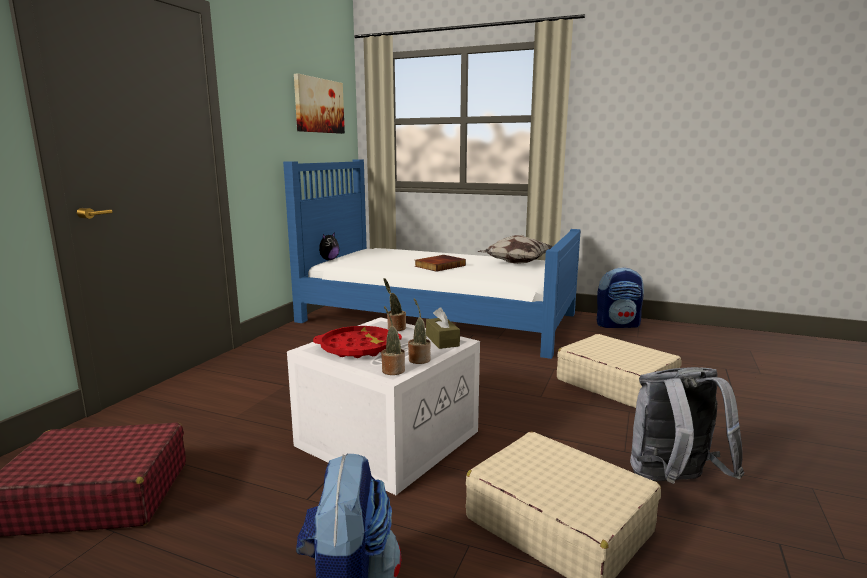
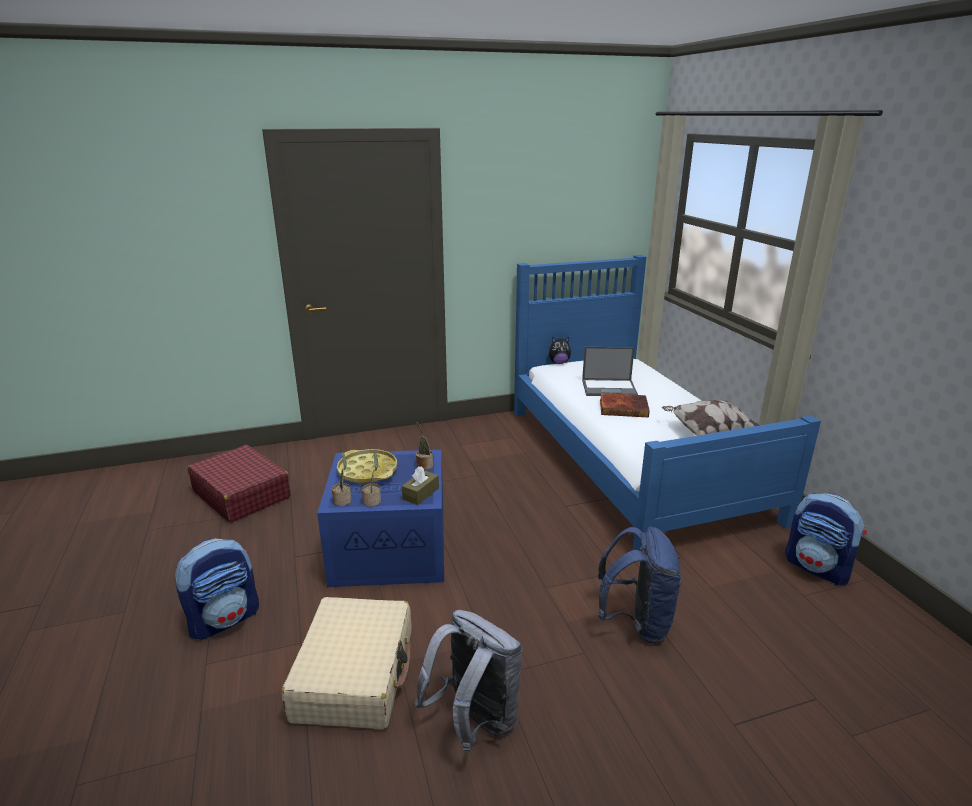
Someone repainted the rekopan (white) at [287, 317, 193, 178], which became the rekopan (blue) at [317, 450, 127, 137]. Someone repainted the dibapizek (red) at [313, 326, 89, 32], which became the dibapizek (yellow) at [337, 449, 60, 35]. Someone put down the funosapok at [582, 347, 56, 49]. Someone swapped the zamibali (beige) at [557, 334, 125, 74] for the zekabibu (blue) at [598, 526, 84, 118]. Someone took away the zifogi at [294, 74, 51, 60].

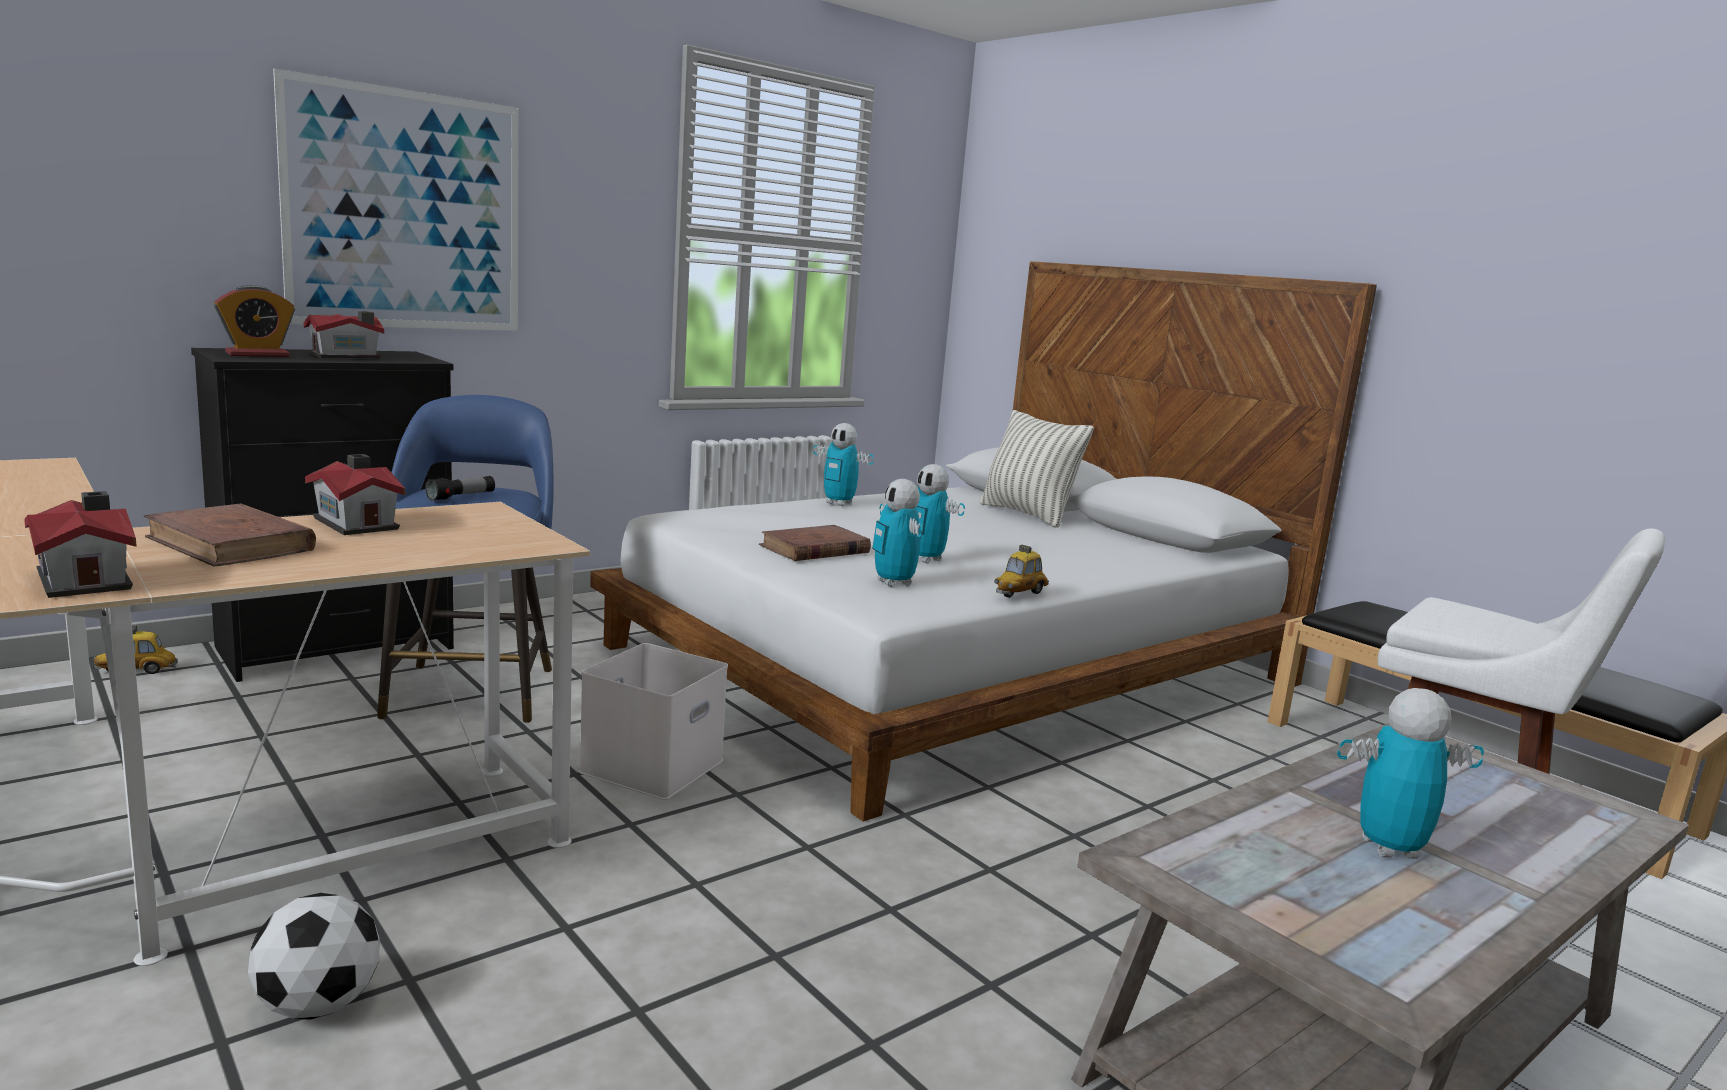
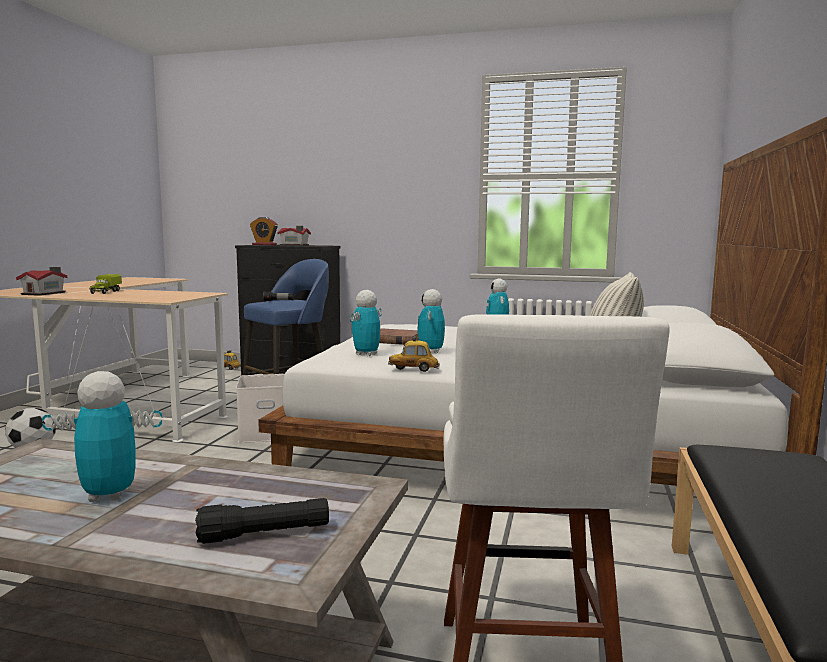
Someone rotated the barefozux at [1337, 688, 147, 171] by 60 degrees counterclockwise. Someone swapped the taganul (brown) at [143, 503, 173, 63] for the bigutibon at [89, 274, 33, 20]. Someone put down the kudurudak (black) at [195, 498, 134, 46]. Someone took away the zifogi at [273, 68, 246, 263]. Someone took away the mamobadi at [305, 454, 100, 81].

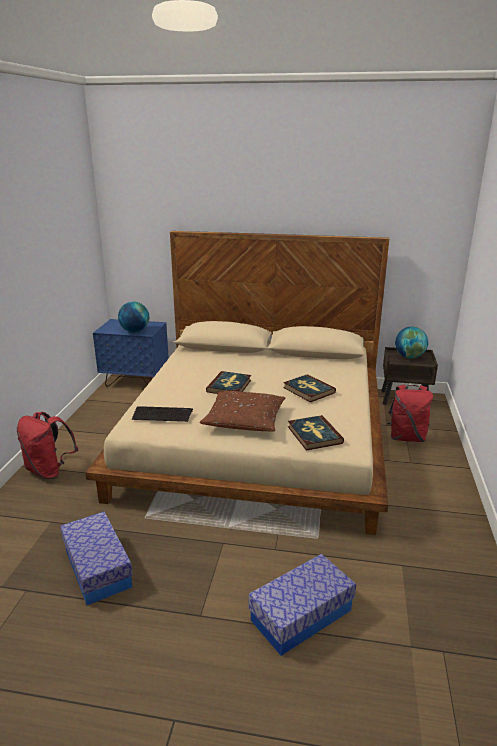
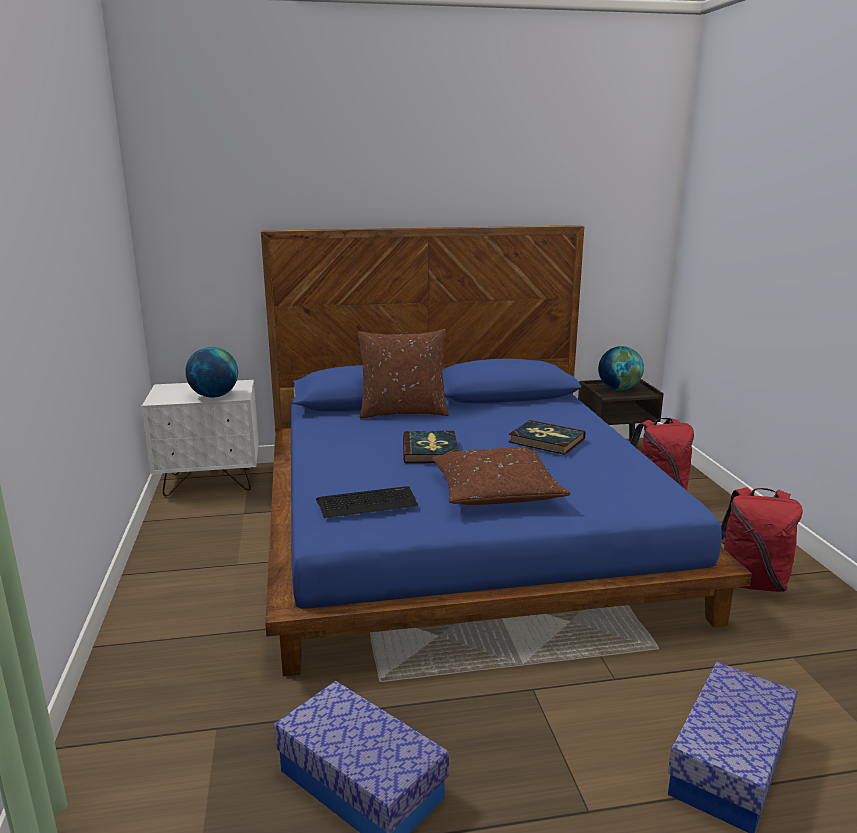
Someone repainted the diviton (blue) at [93, 319, 76, 67], which became the diviton (white) at [142, 380, 117, 116]. Someone repainted the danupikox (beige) at [85, 231, 304, 304], which became the danupikox (blue) at [261, 225, 491, 451]. Someone put down the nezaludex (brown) at [357, 329, 92, 90]. Someone carried the zekabibu (red) from [17, 412, 61, 67] to [721, 487, 82, 105]. Someone took away the taganul at [288, 415, 56, 35].

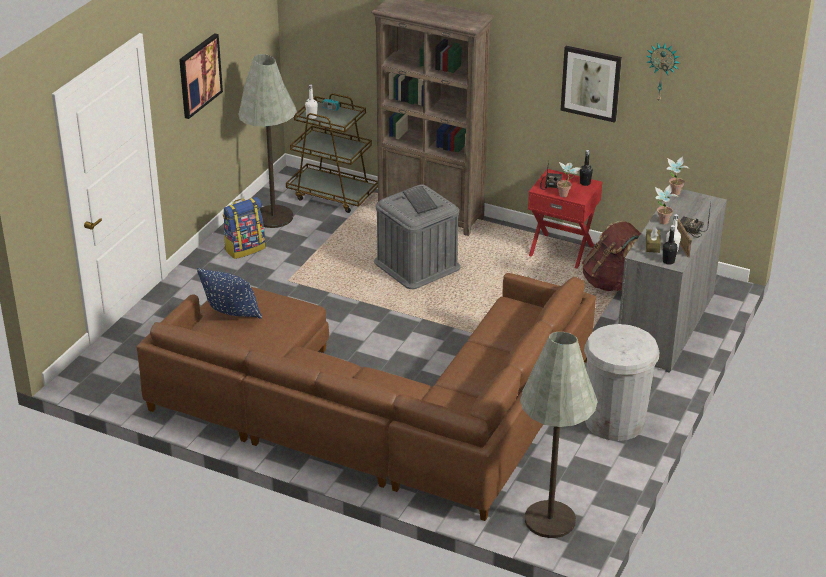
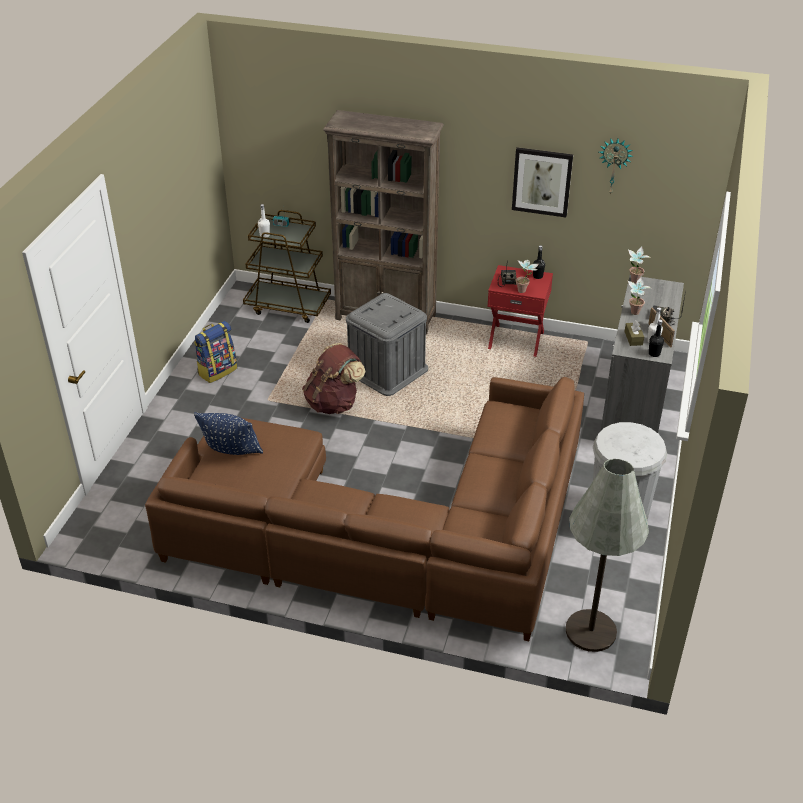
Someone carried the zekabibu (brown) from [582, 221, 59, 70] to [302, 343, 64, 71]. Someone took away the zifogi at [179, 33, 44, 86]. Someone took away the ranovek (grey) at [238, 54, 59, 174]. Someone took away the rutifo at [403, 186, 35, 28].

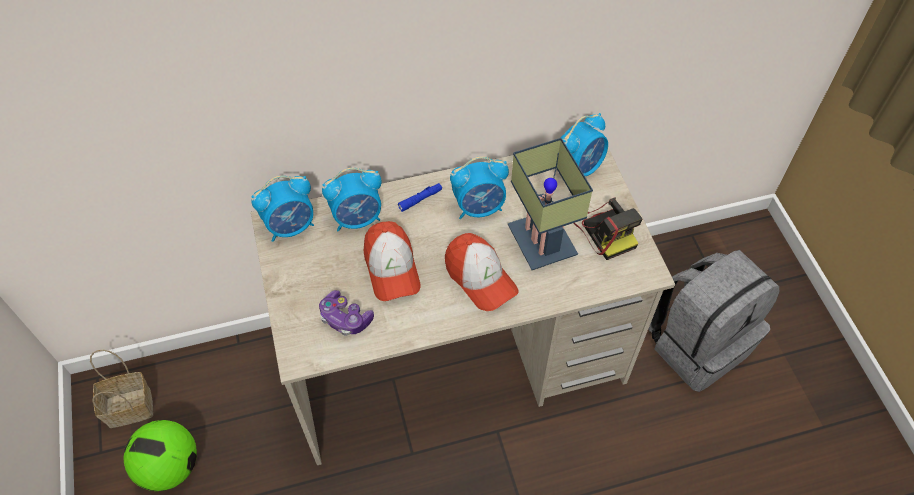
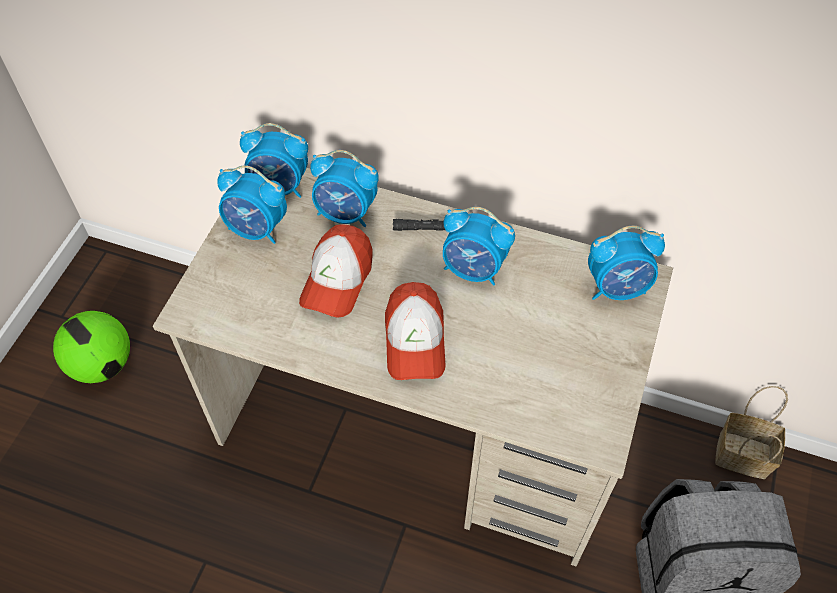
Someone put down the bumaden at [217, 165, 70, 79]. Someone repainted the kudurudak (blue) at [398, 183, 44, 29], which became the kudurudak (black) at [393, 219, 52, 12]. Someone carried the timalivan from [90, 350, 63, 78] to [715, 386, 73, 93]. Someone took away the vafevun at [319, 290, 55, 46]. Someone took away the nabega at [508, 138, 85, 132]. Someone took away the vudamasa at [574, 197, 69, 63].

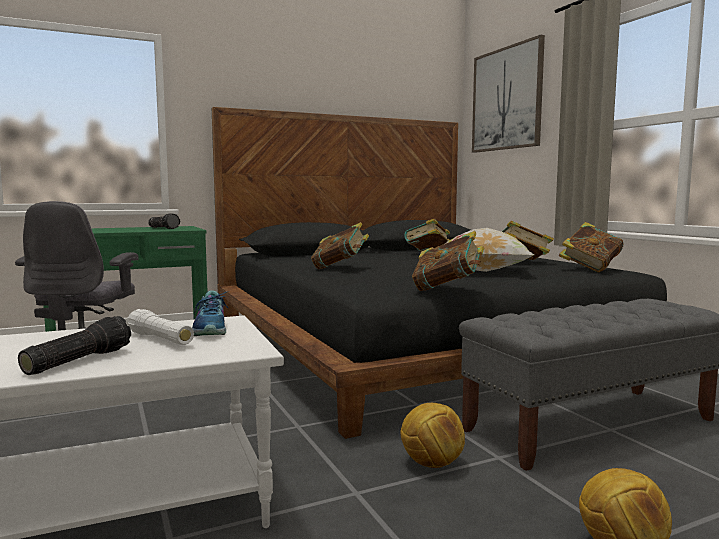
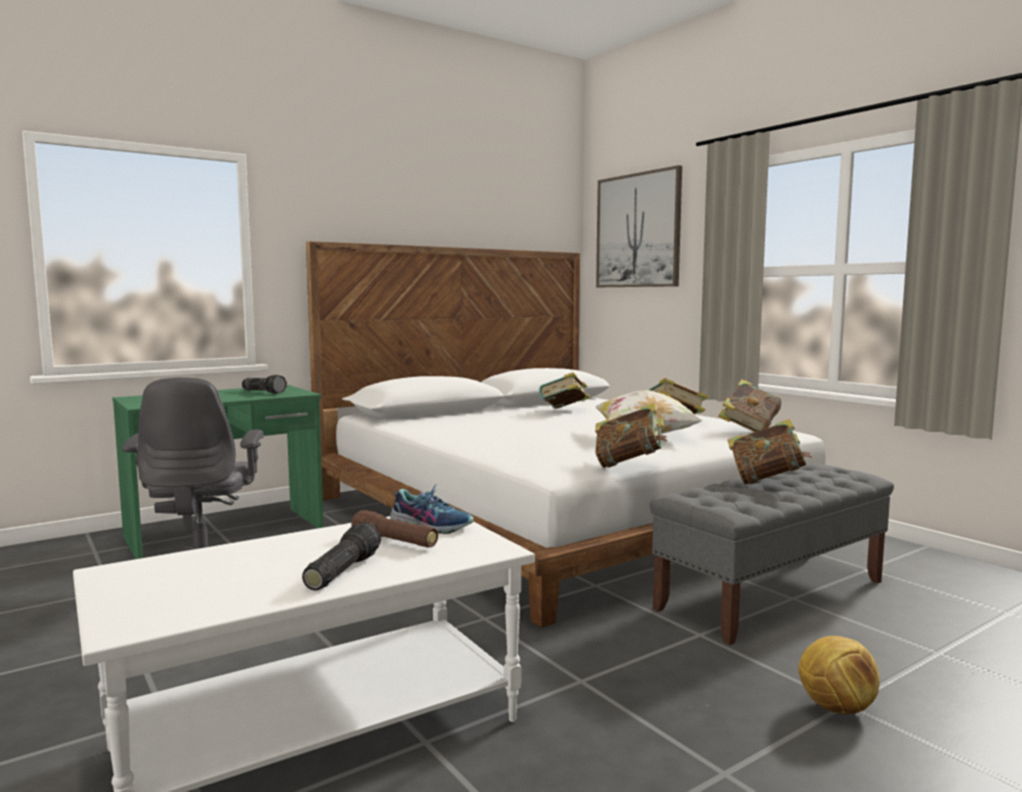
Someone repainted the danupikox (black) at [212, 107, 455, 332], which became the danupikox (white) at [306, 241, 520, 387]. Someone repainted the kudurudak (white) at [127, 309, 67, 36], which became the kudurudak (brown) at [351, 510, 87, 38]. Someone rotated the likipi at [192, 290, 37, 46] by 45 degrees counterclockwise. Someone carried the taganul from [311, 222, 58, 47] to [727, 419, 85, 66]. Someone took away the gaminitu at [401, 403, 64, 65].

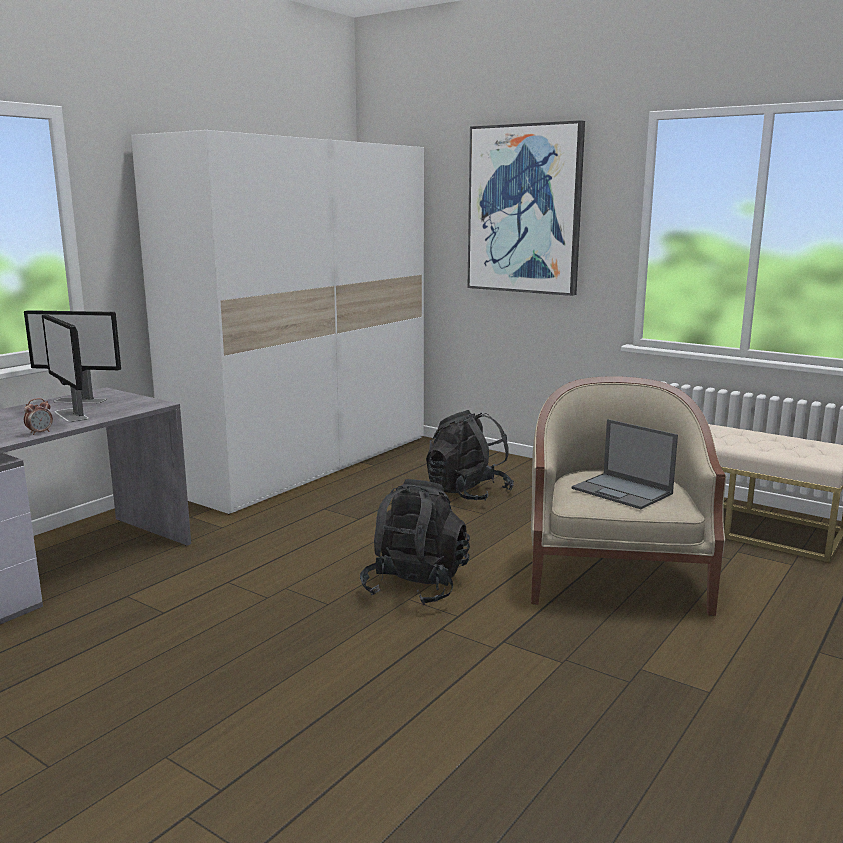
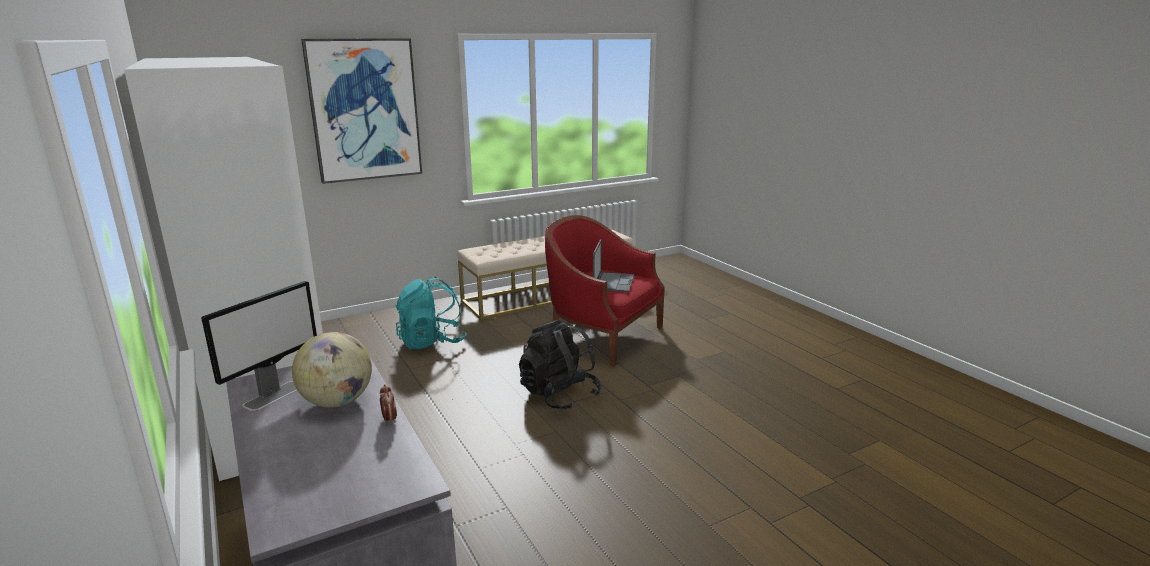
Someone swapped the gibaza at [42, 314, 47, 108] for the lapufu at [292, 332, 80, 76]. Someone repainted the zekabibu (black) at [426, 410, 88, 90], which became the zekabibu (turquoise) at [395, 277, 72, 72]. Someone repainted the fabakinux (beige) at [531, 376, 195, 240], which became the fabakinux (red) at [545, 215, 120, 151]. Someone rotated the funosapok at [572, 419, 106, 90] by 60 degrees counterclockwise.

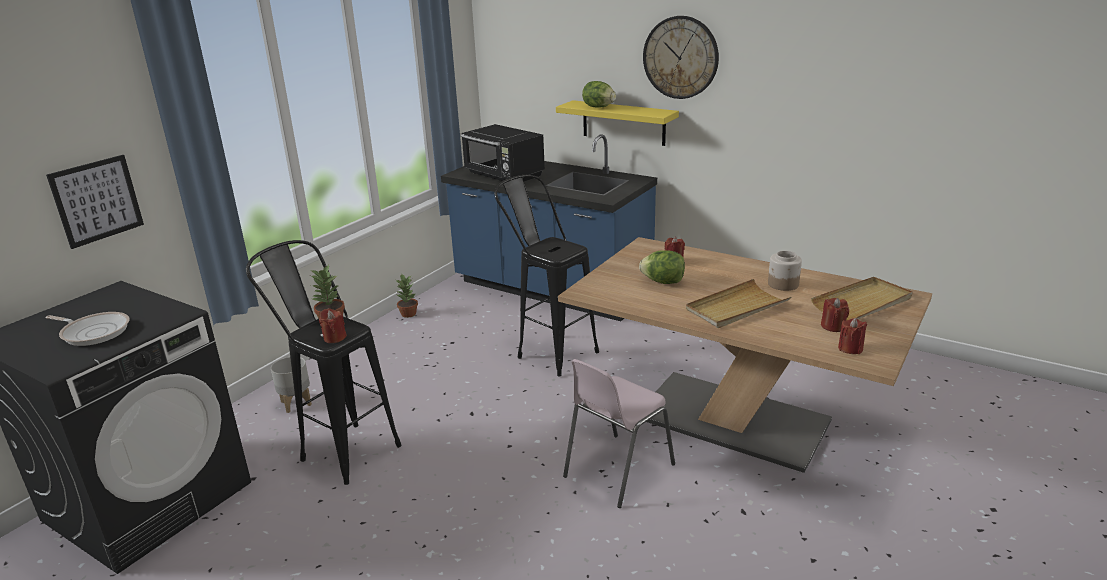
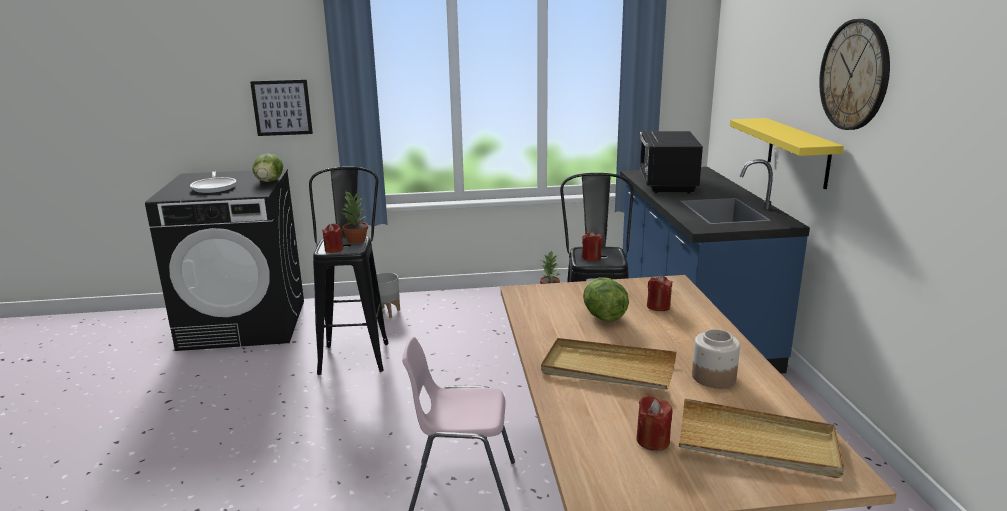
Someone carried the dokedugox from [582, 81, 34, 26] to [253, 154, 30, 28]. Someone carried the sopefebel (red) from [838, 318, 29, 36] to [582, 231, 21, 30].

